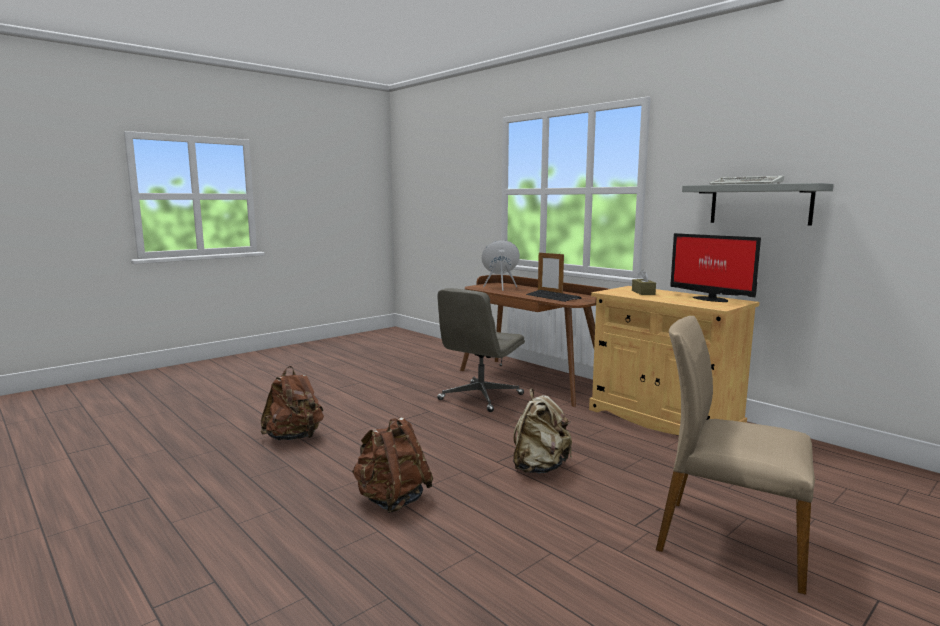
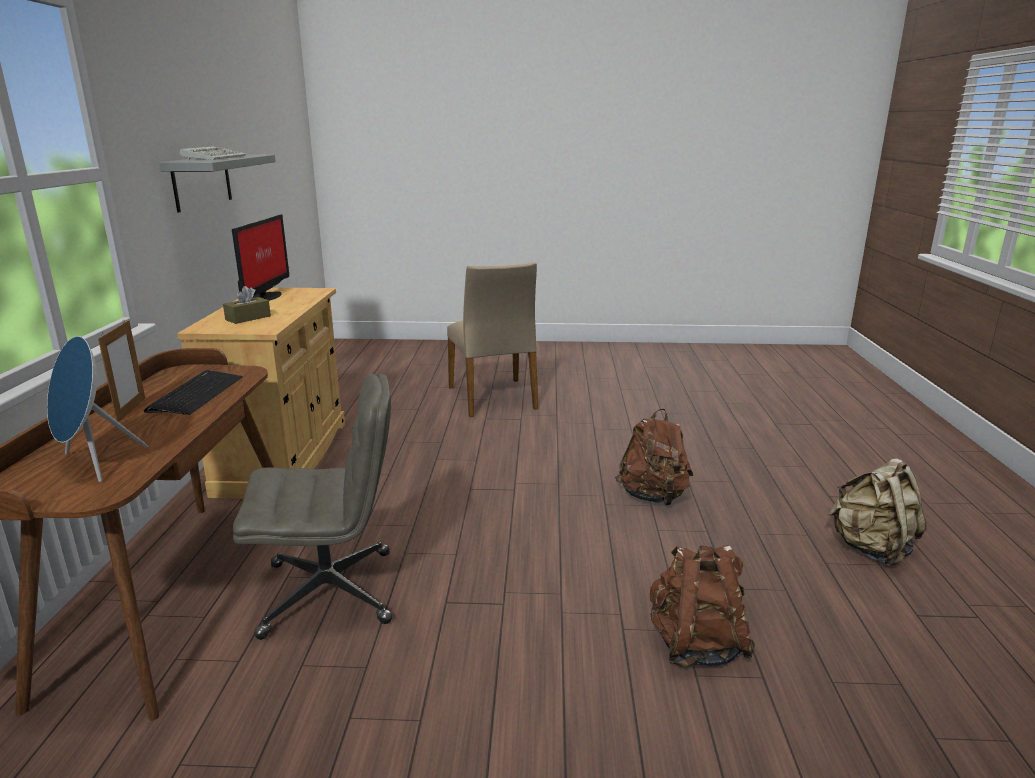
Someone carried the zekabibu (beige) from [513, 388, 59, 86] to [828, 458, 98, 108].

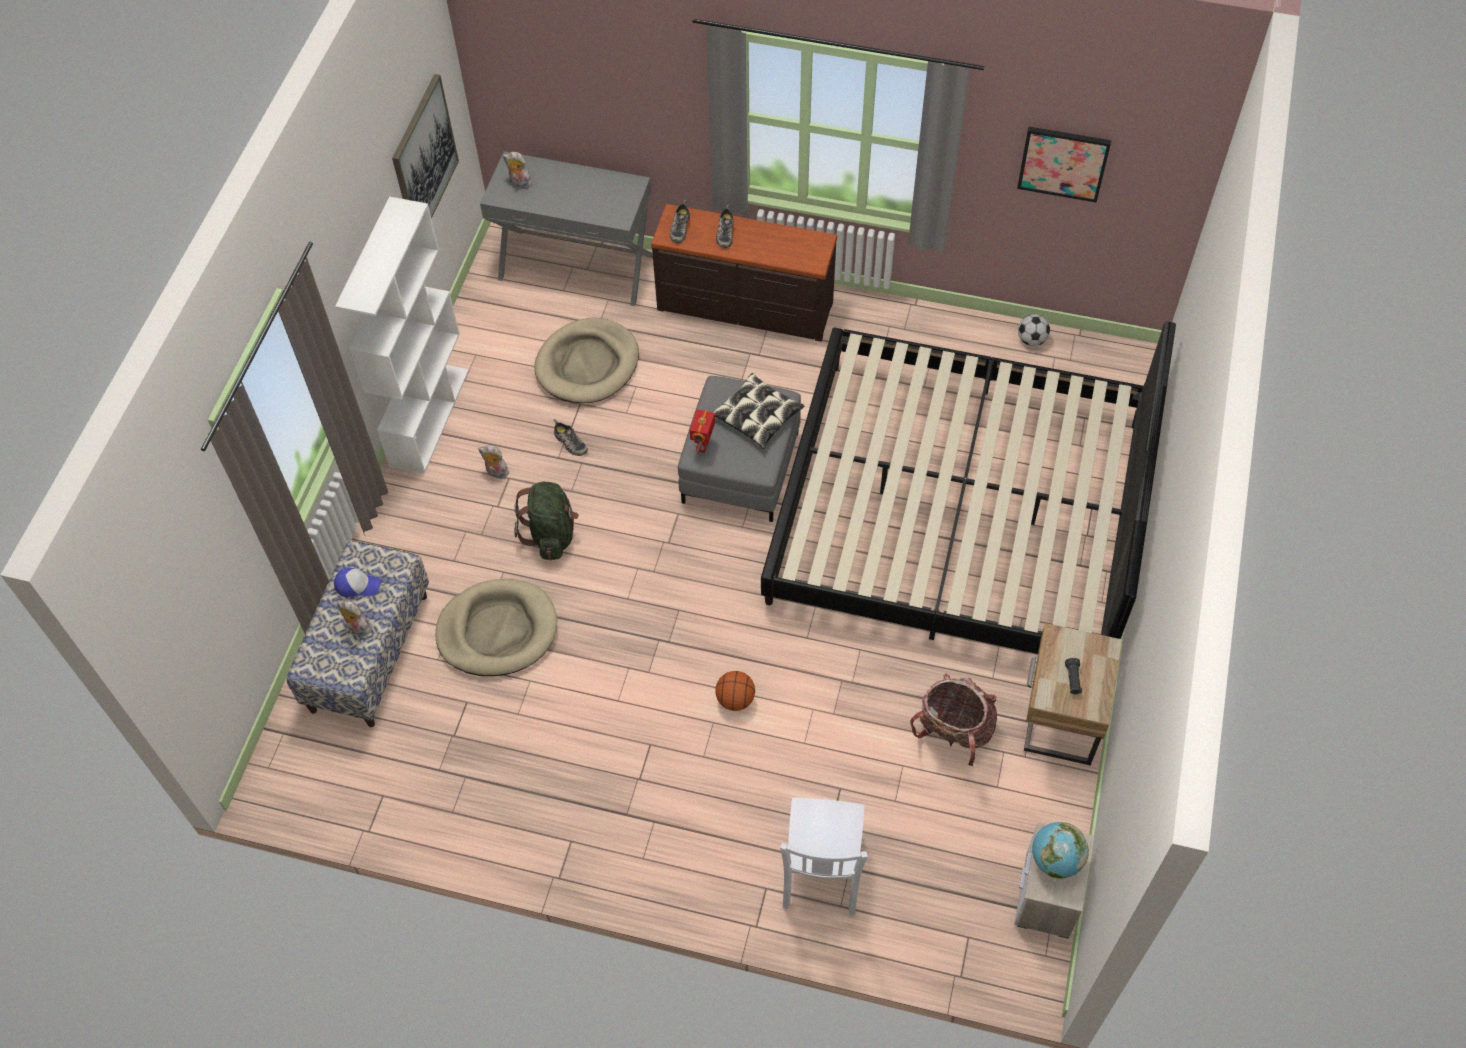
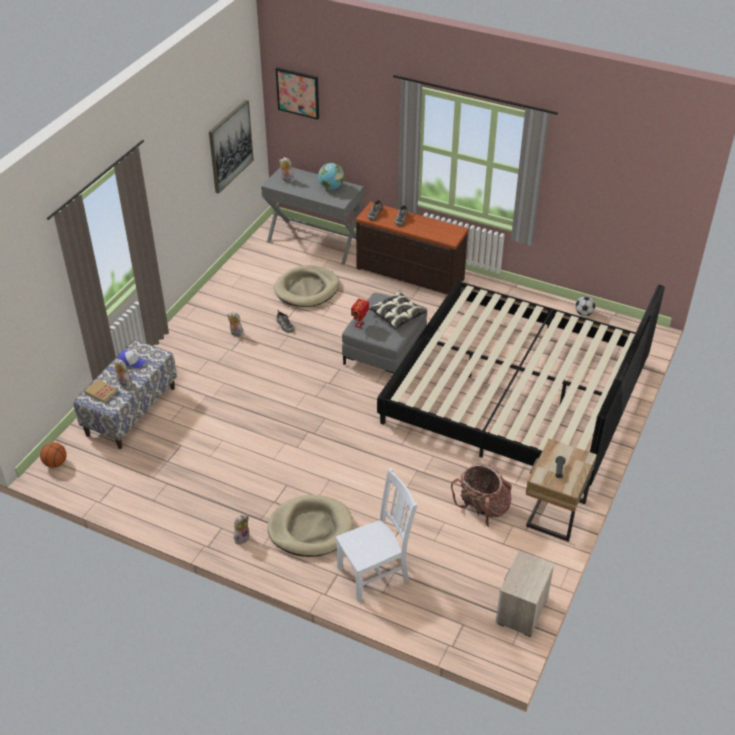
Someone carried the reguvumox from [715, 671, 40, 40] to [40, 442, 27, 26]. Someone put down the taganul at [84, 379, 34, 24]. Someone put down the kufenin at [234, 514, 16, 31]. Someone carried the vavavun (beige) from [435, 579, 122, 97] to [268, 495, 85, 62]. Someone carried the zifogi from [1017, 127, 94, 76] to [276, 67, 43, 53]. Someone carried the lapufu from [1032, 822, 57, 57] to [318, 163, 26, 27]. Someone rotated the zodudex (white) at [780, 797, 88, 119] by 135 degrees counterclockwise. Someone took away the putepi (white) at [335, 197, 134, 277]. Someone took away the zekabibu (green) at [514, 482, 65, 78].

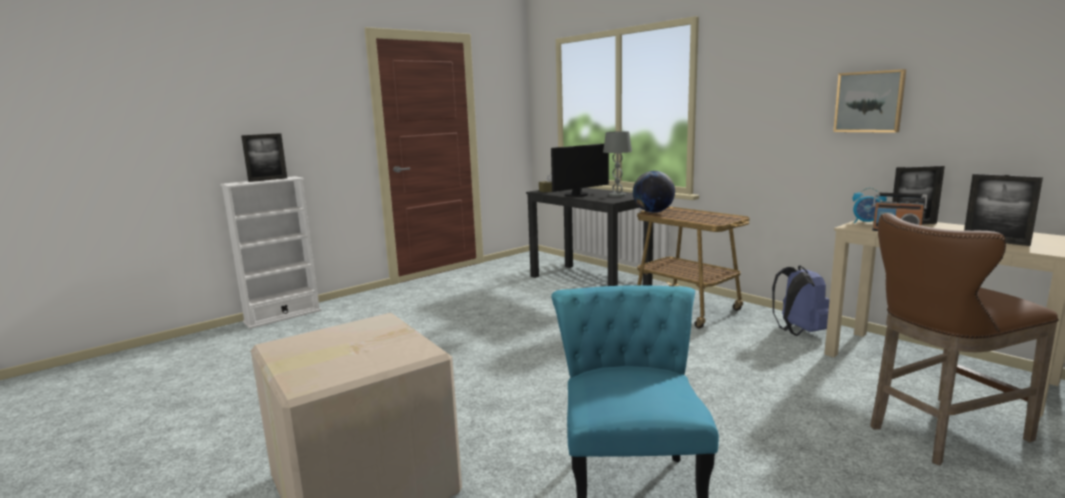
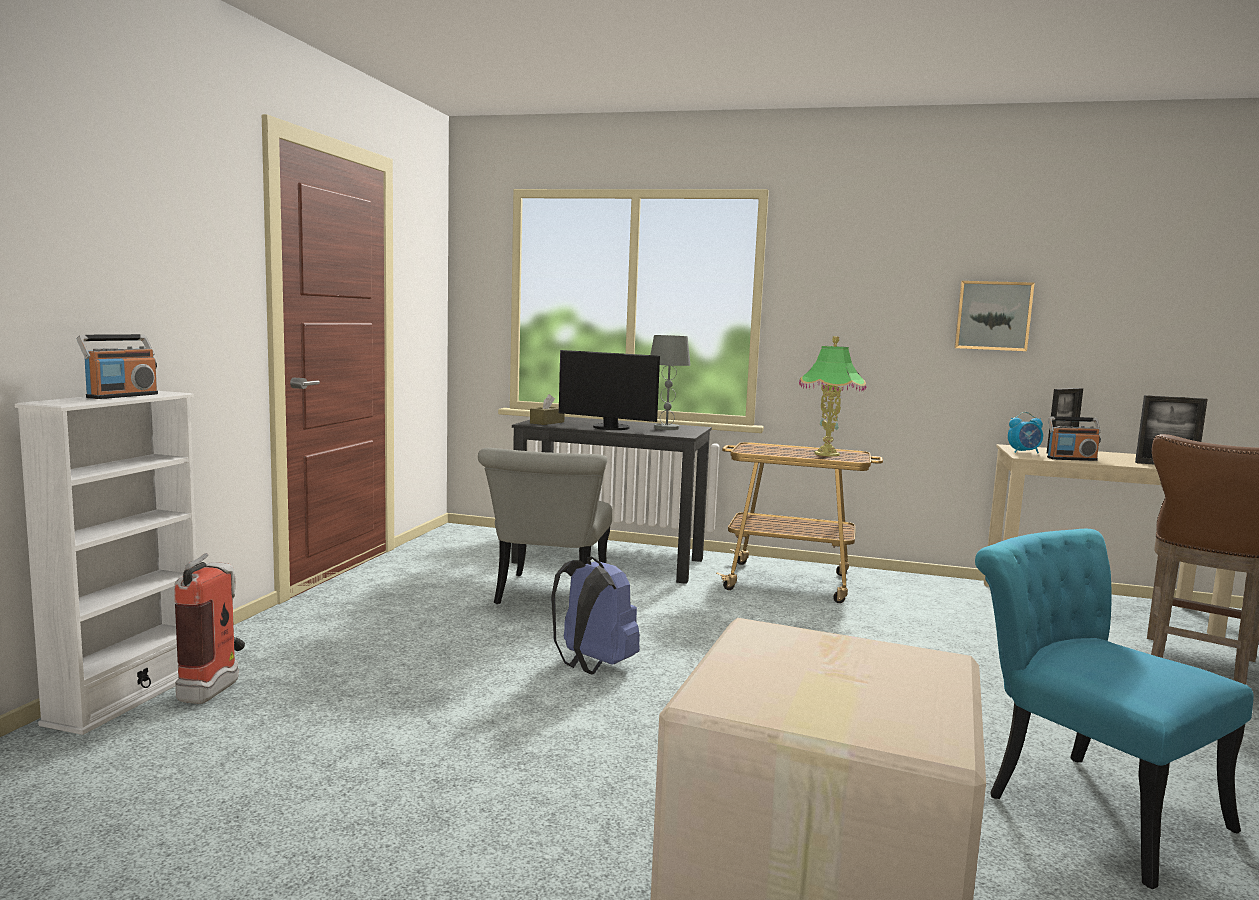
Someone swapped the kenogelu at [241, 133, 46, 49] for the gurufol at [77, 334, 81, 65]. Someone put down the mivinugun at [174, 553, 71, 151]. Someone put down the zodudex (grey) at [478, 448, 134, 156]. Someone carried the zekabibu (blue) from [772, 266, 58, 70] to [551, 556, 89, 119]. Someone rotated the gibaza at [551, 144, 58, 53] by 90 degrees clockwise. Someone put down the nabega at [799, 336, 67, 120]. Someone took away the lapufu at [633, 171, 42, 42].

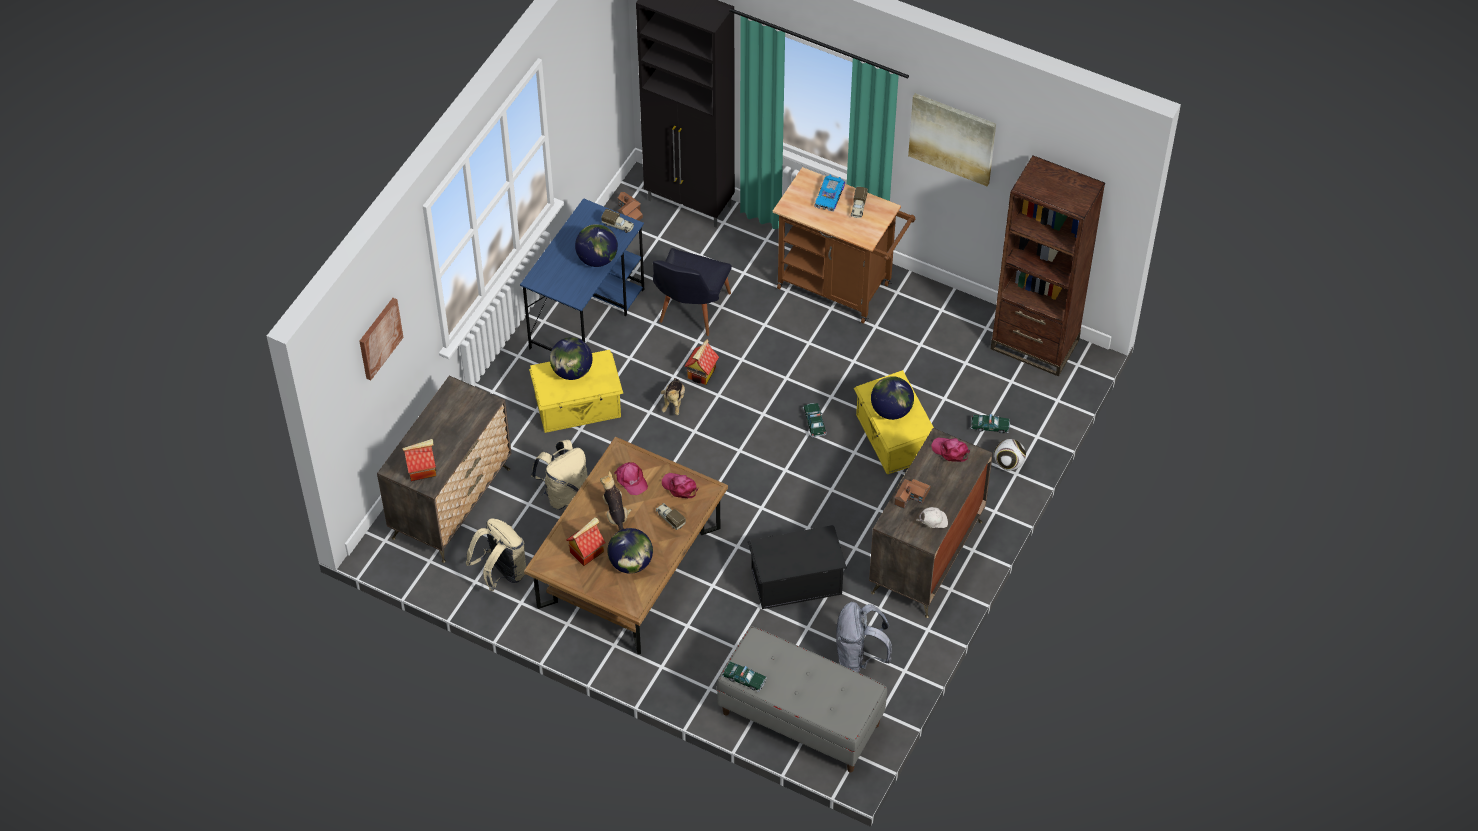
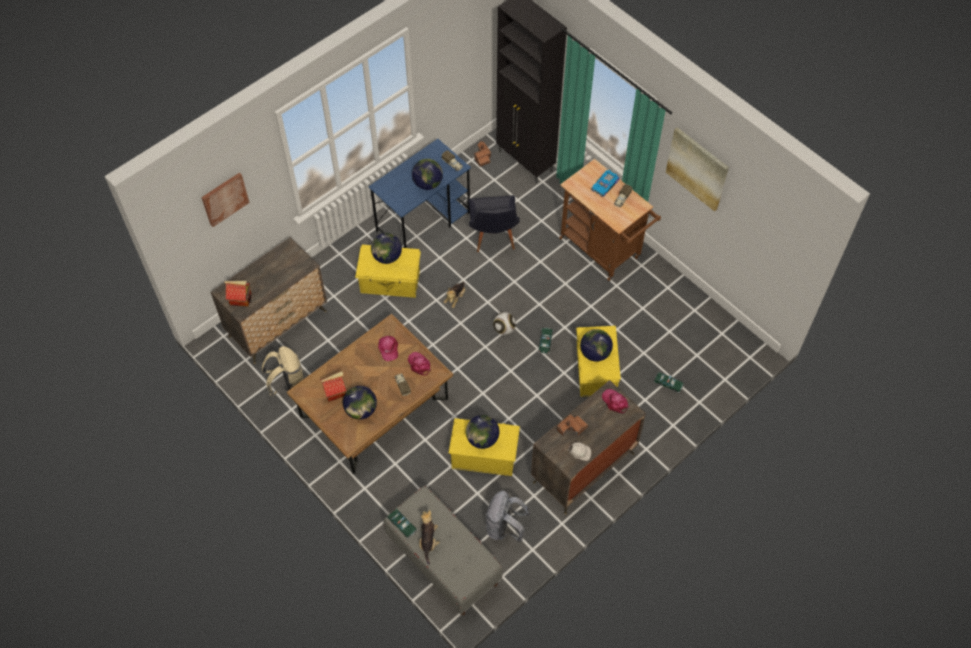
Someone carried the kufenin from [600, 472, 31, 59] to [419, 510, 21, 55]. Someone repainted the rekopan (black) at [748, 525, 99, 84], which became the rekopan (yellow) at [448, 418, 72, 58]. Someone put down the lapufu at [466, 415, 34, 34]. Someone rotated the zodudex (black) at [653, 248, 79, 88] by 45 degrees counterclockwise. Someone carried the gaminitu from [994, 439, 32, 31] to [493, 312, 23, 23]. Someone took away the zekabibu (beige) at [531, 440, 57, 70]. Someone took away the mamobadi at [684, 339, 35, 46]. Someone took away the putepi (brown) at [991, 155, 114, 221].

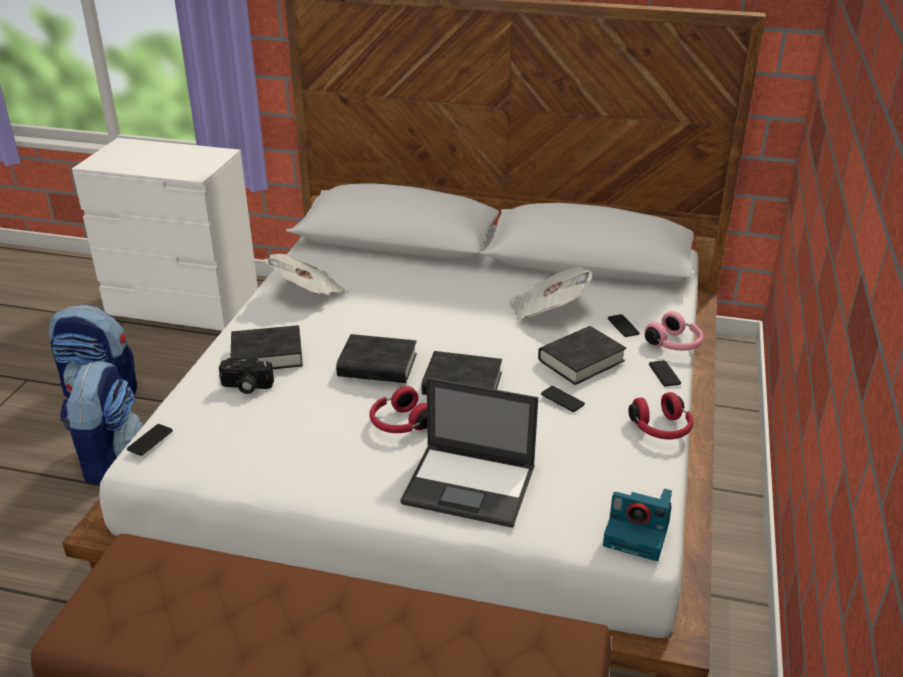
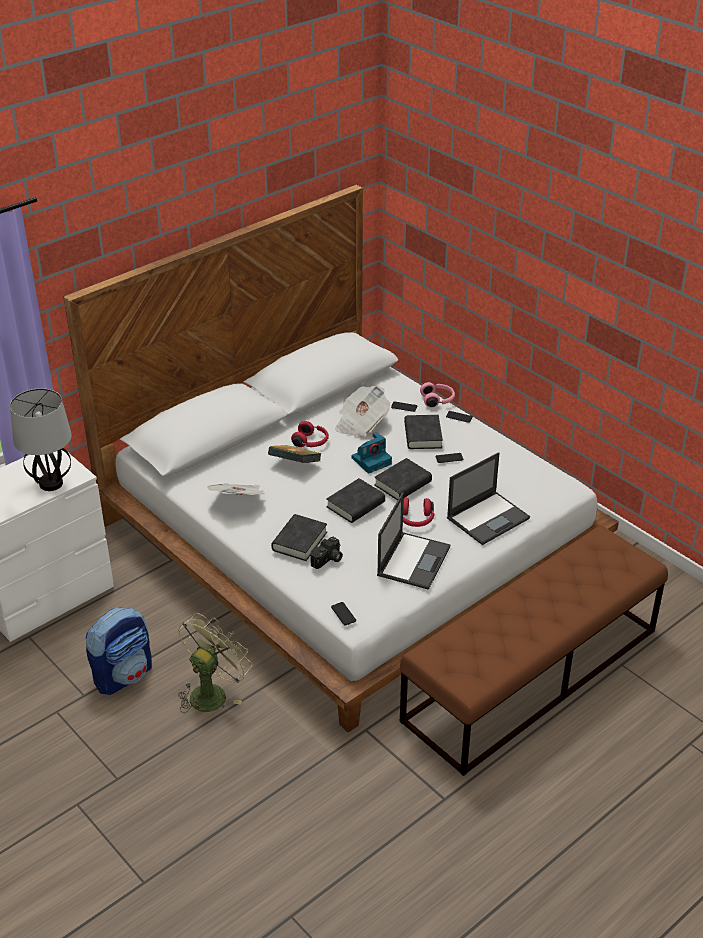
Someone put down the nabega at [10, 388, 62, 103]. Someone swapped the zekabibu at [60, 361, 83, 123] for the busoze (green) at [178, 613, 74, 100]. Someone put down the taganul at [268, 445, 54, 18]. Someone carried the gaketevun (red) from [628, 392, 66, 47] to [291, 421, 38, 26]. Someone carried the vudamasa from [603, 489, 69, 72] to [352, 432, 40, 42]. Someone put down the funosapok at [377, 492, 73, 98].

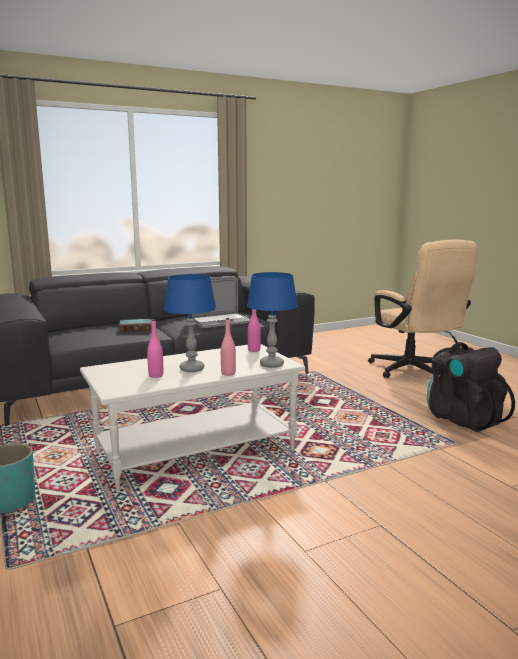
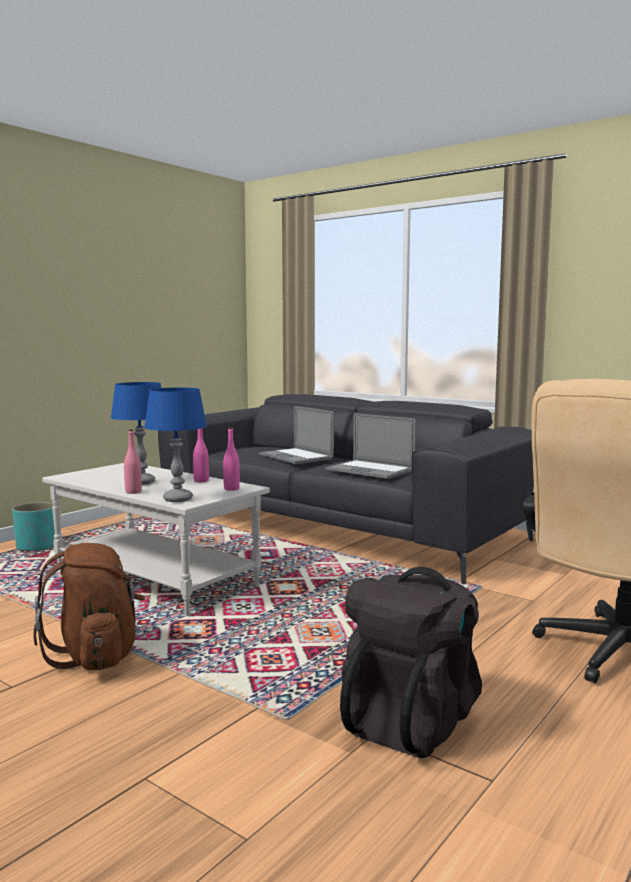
Someone put down the zekabibu (brown) at [34, 543, 111, 127]. Someone carried the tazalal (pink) from [147, 319, 16, 59] to [193, 428, 16, 54]. Someone swapped the taganul at [119, 319, 33, 13] for the funosapok at [259, 406, 75, 58].

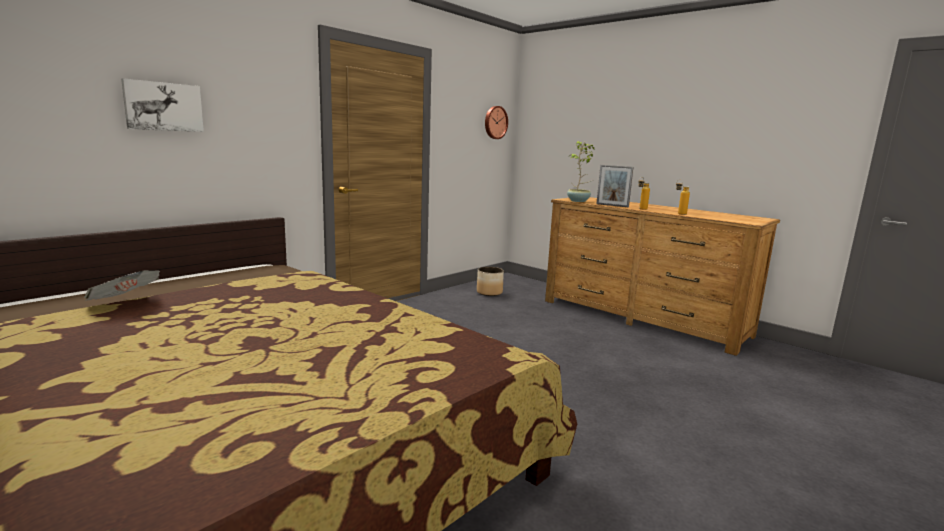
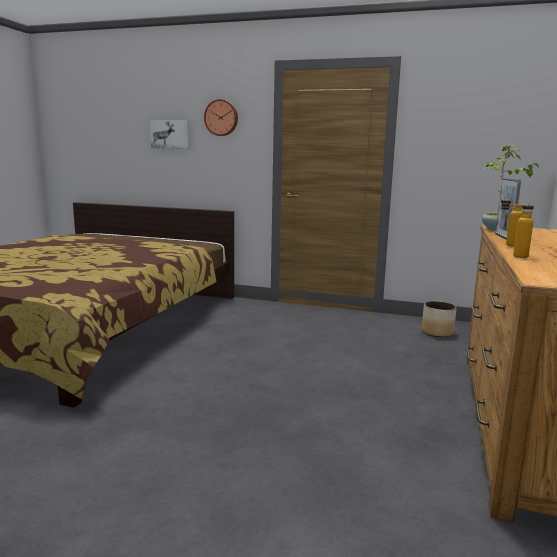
Someone carried the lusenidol from [485, 106, 23, 33] to [204, 99, 34, 37]. Someone took away the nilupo at [85, 270, 75, 31].

